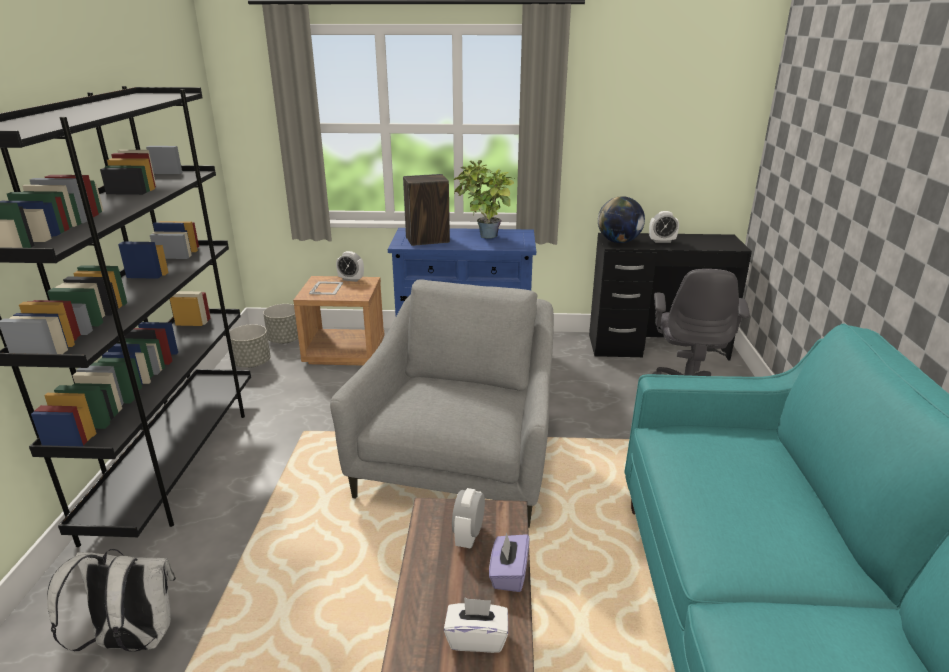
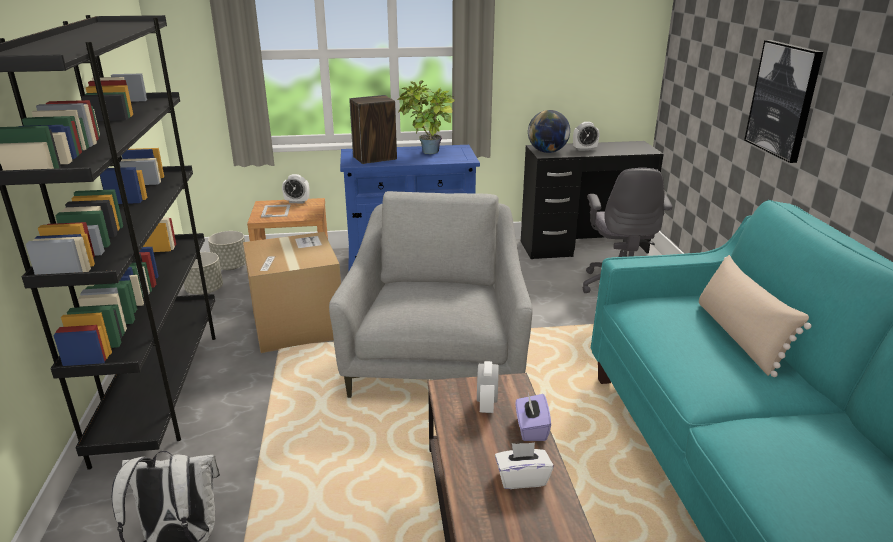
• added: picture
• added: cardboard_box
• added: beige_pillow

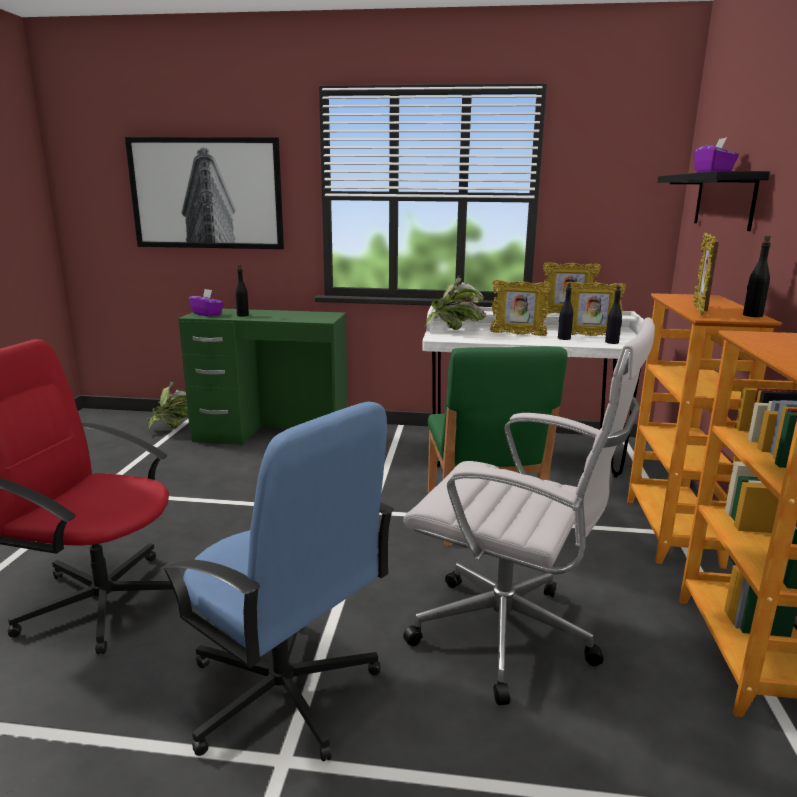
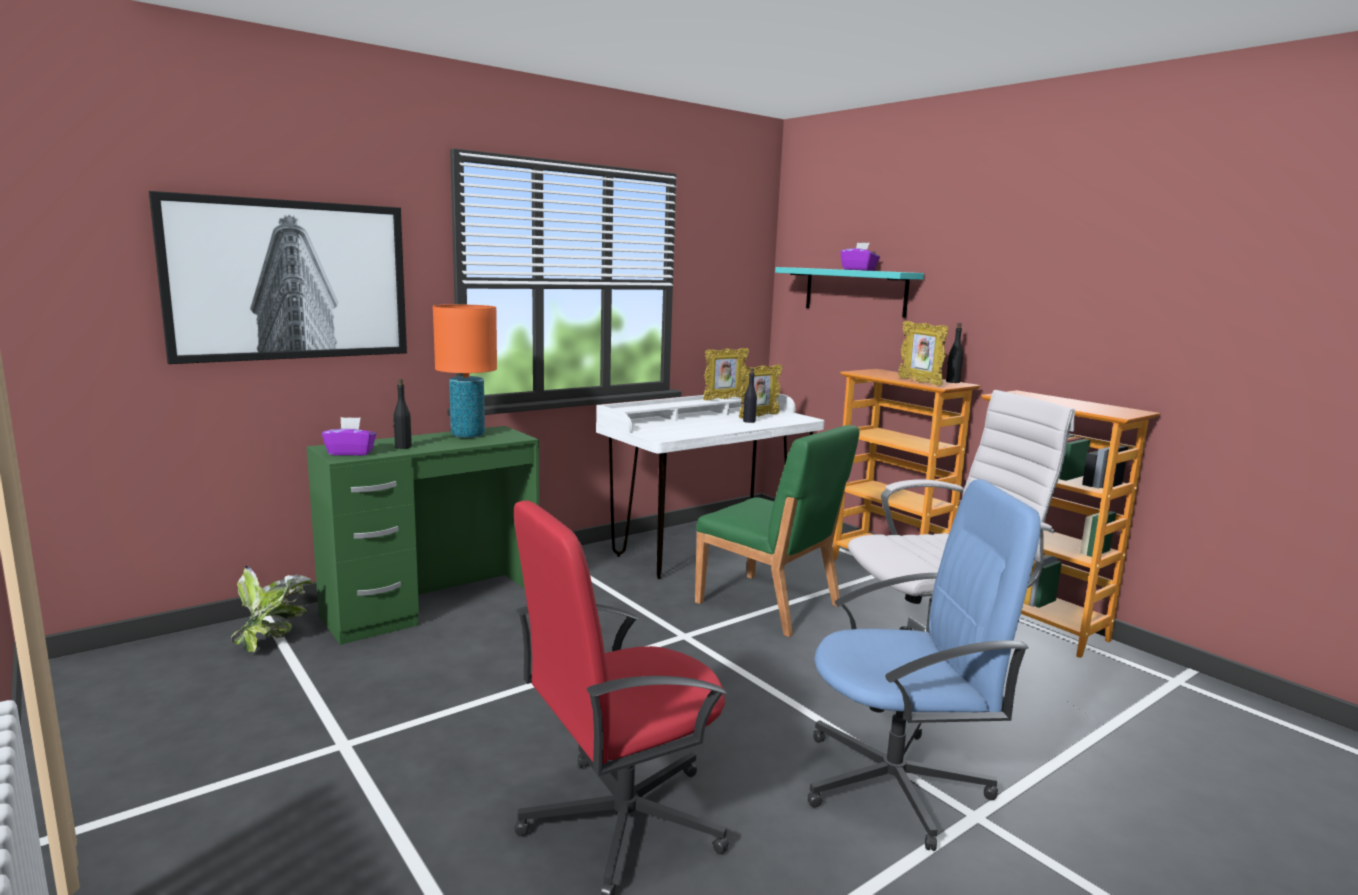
• recoloured: black_shelf to turquoise_shelf
• removed: potted_plant (2nd from left)
• removed: picture_frame (1st from left)
• removed: black_bottle (3rd from left)
• added: orange_table_lamp

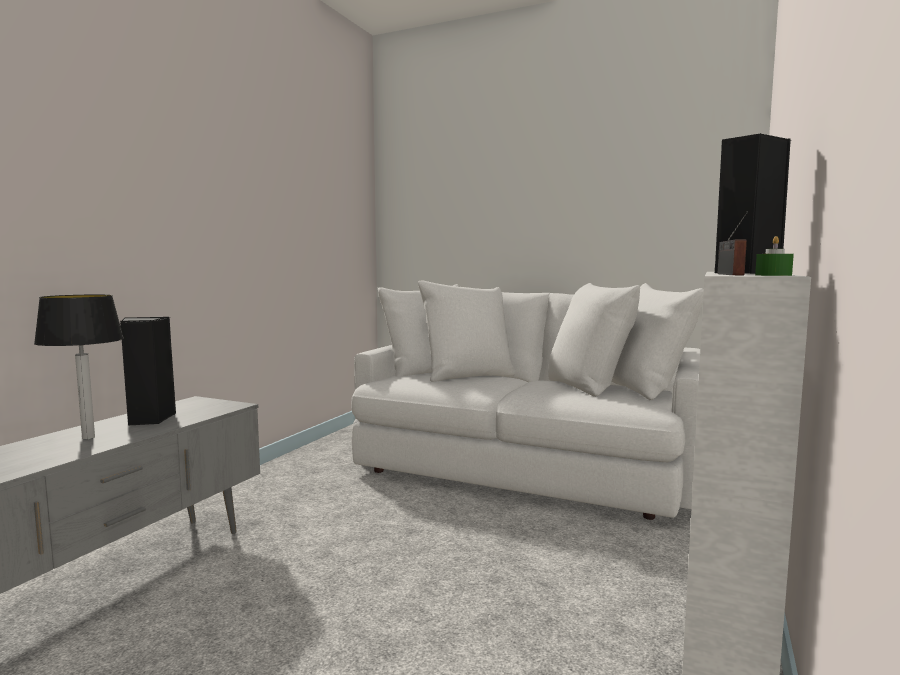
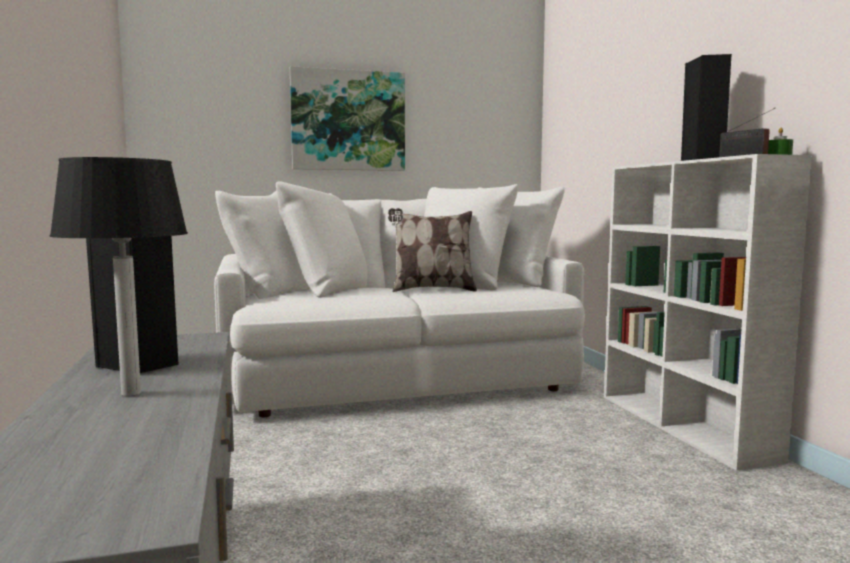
• added: picture
• added: pillow

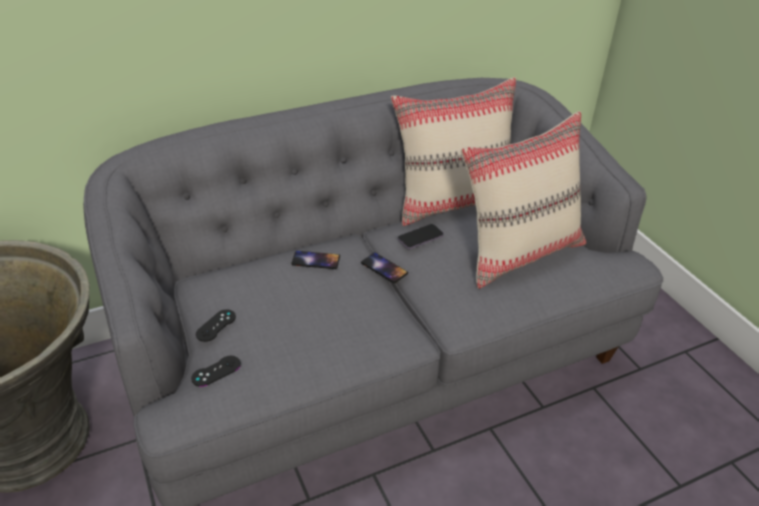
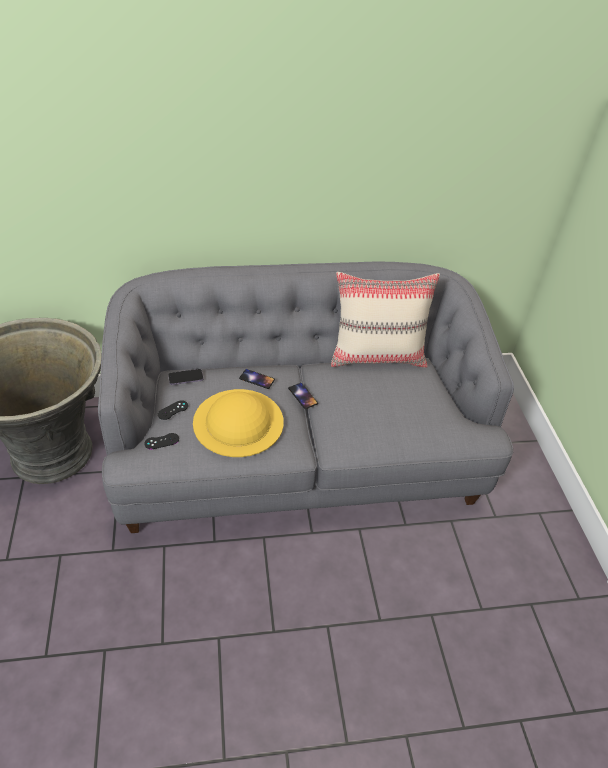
• removed: beige_pillow (2nd from left)
• moved: phone (3rd from left in the first image) to phone (1st from left)
• added: yellow_hat

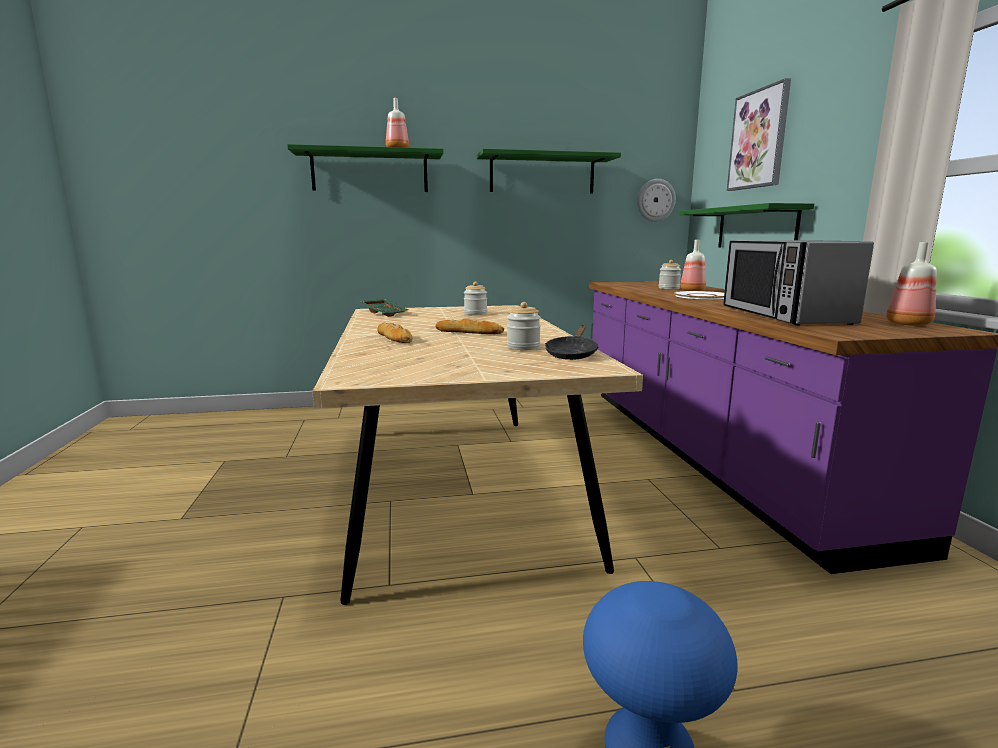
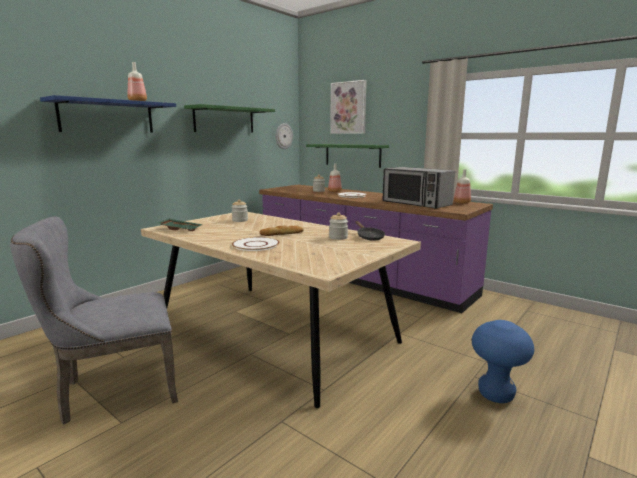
• recoloured: green_shelf (1st from left) to blue_shelf
• replaced: bread (1st from left) to white_plate (1st from left)
• added: grey_chair

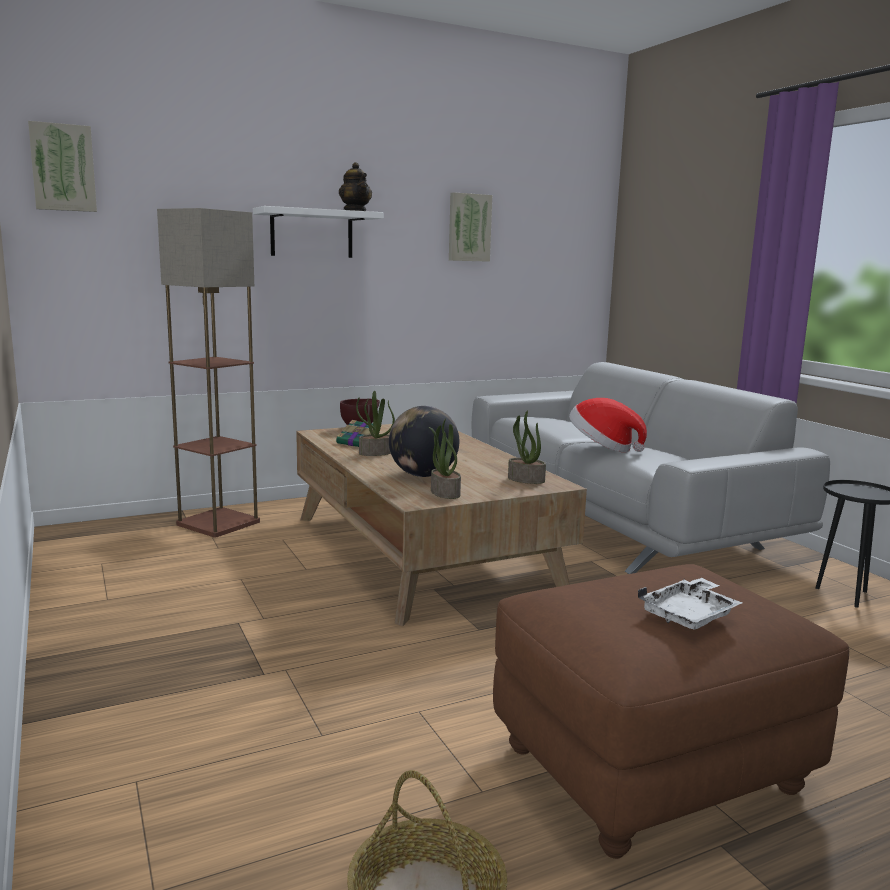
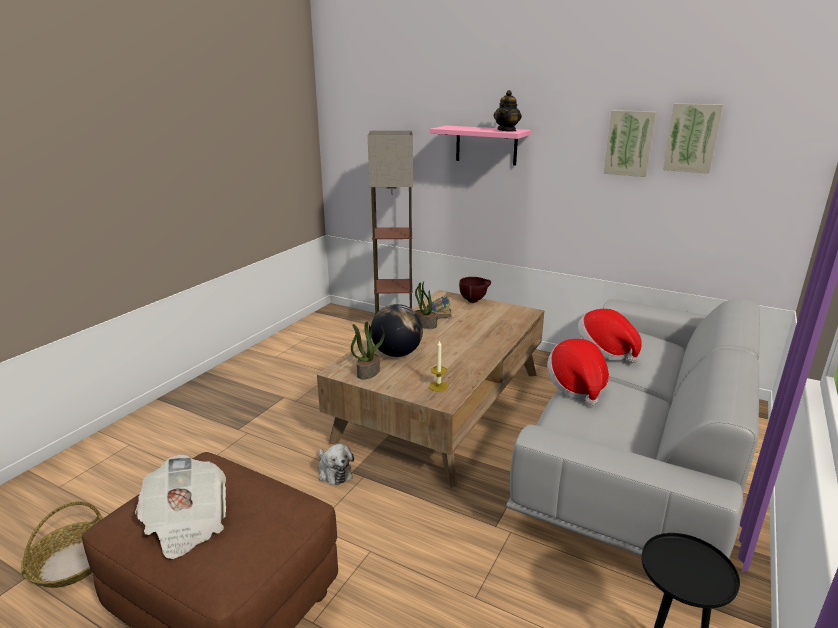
• moved: picture (1st from left in the first image) to picture (2nd from left)
• recoloured: white_shelf to pink_shelf
• replaced: potted_plant (3rd from left) to candle
• replaced: white_tray to newspaper
• added: hat (2nd from left)
• added: plush_toy

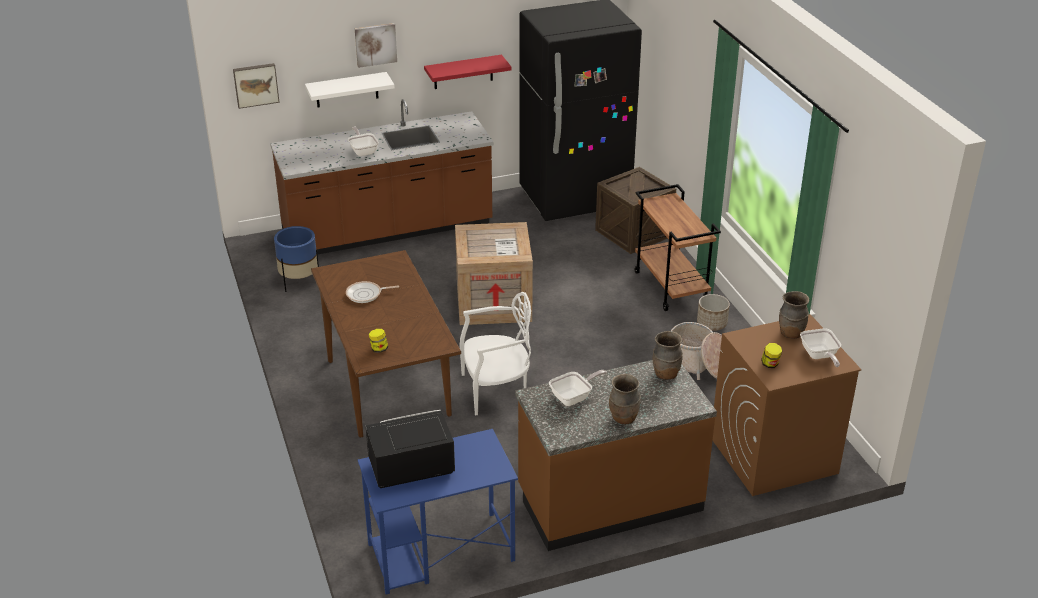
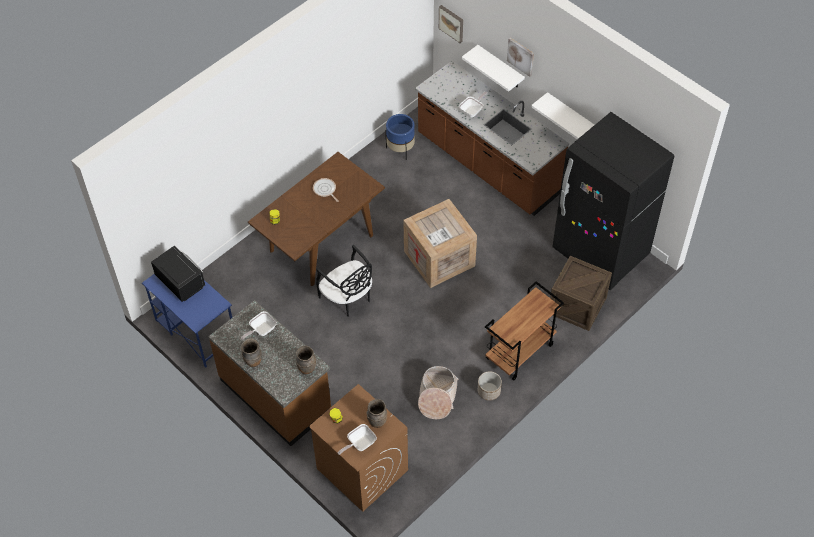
• recoloured: red_shelf to white_shelf (2nd from left)
• recoloured: white_chair to black_chair
• turned: frying_pan (3rd from left in the first image) 105 degrees clockwise

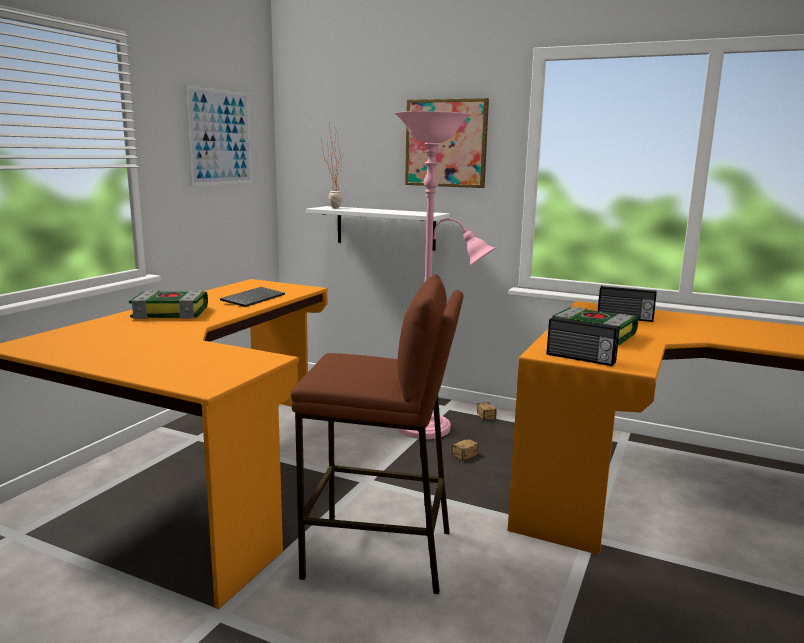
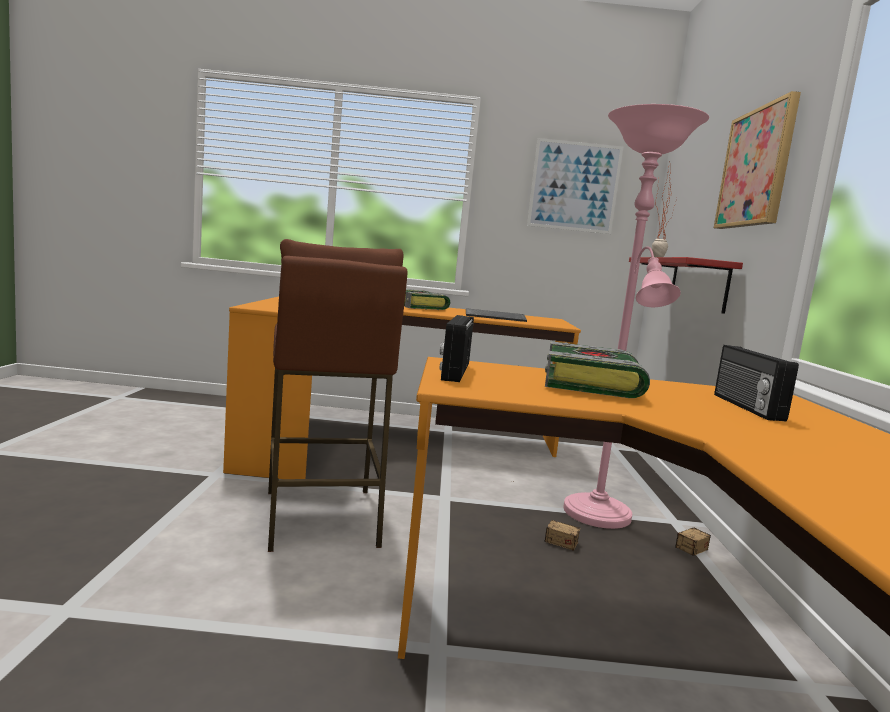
• recoloured: white_shelf to red_shelf

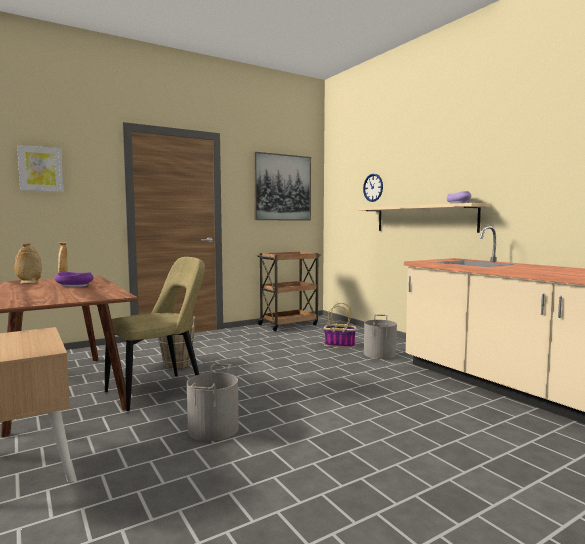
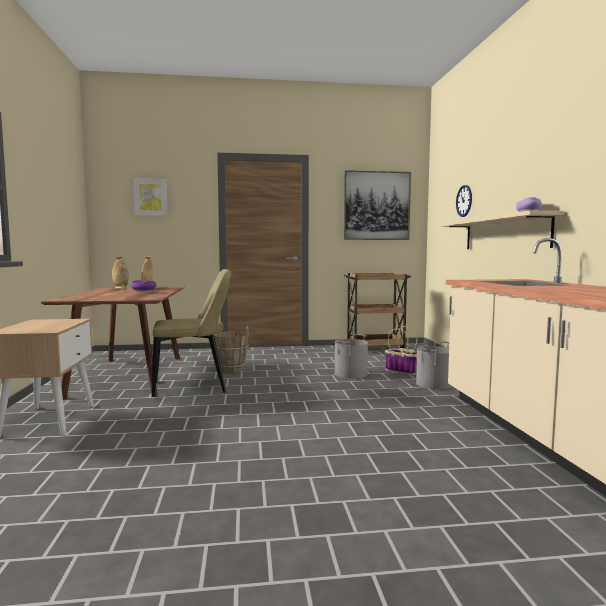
• moved: grey_bucket (1st from left)

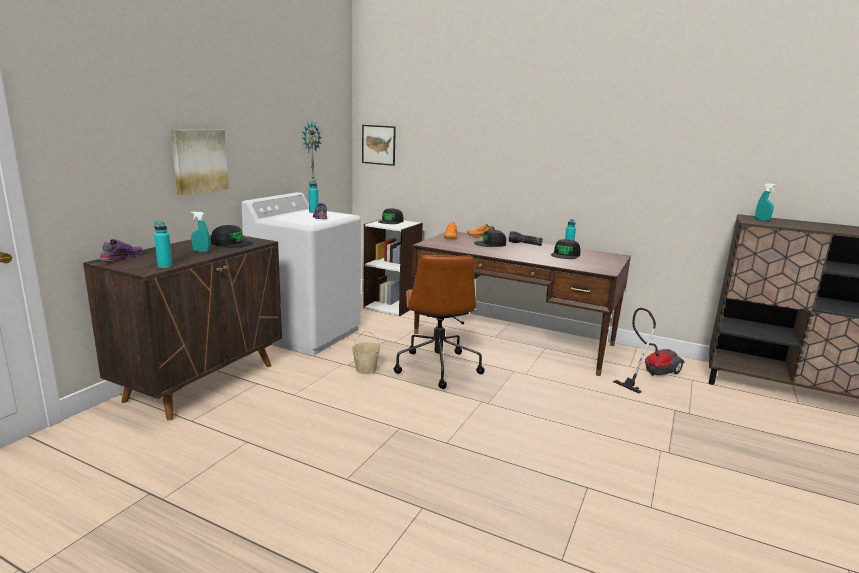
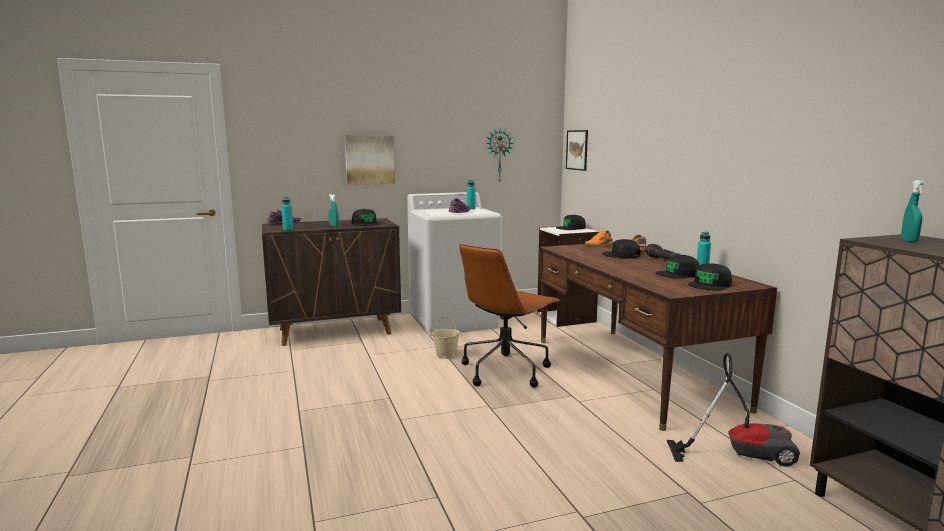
• added: black_cap (5th from left)

